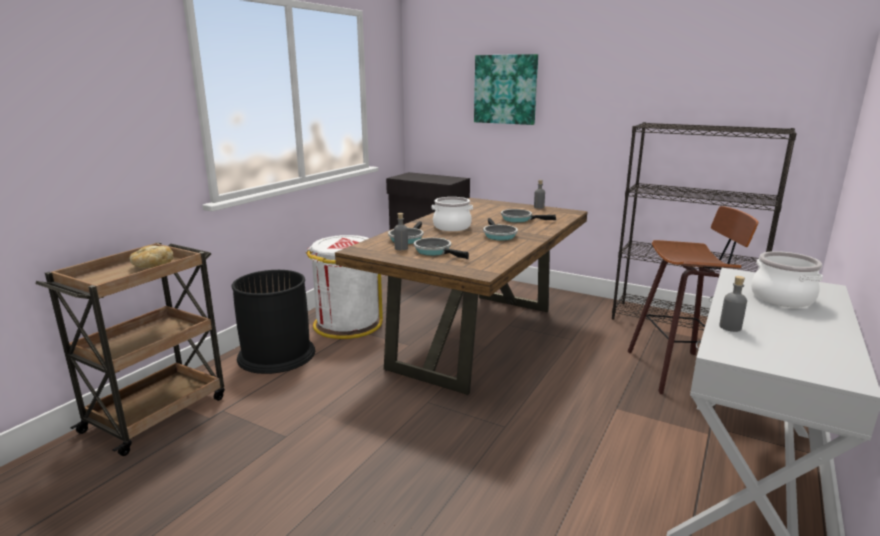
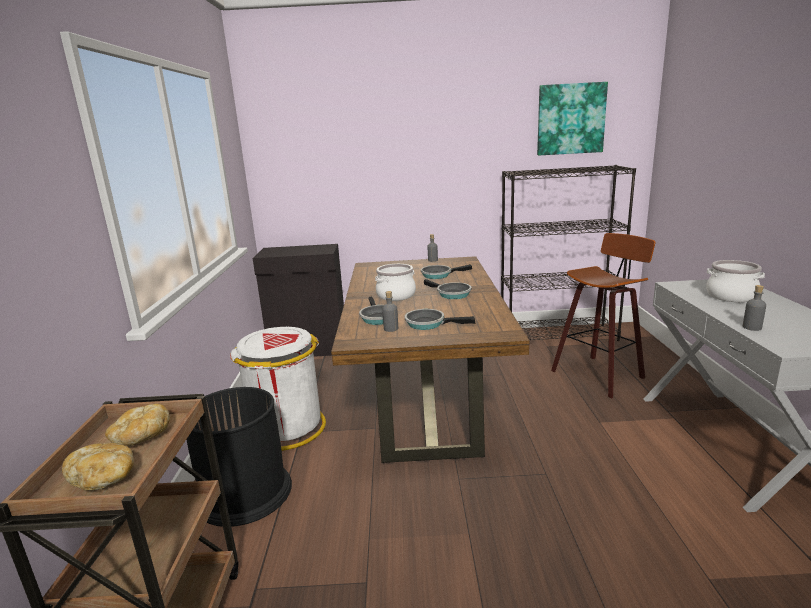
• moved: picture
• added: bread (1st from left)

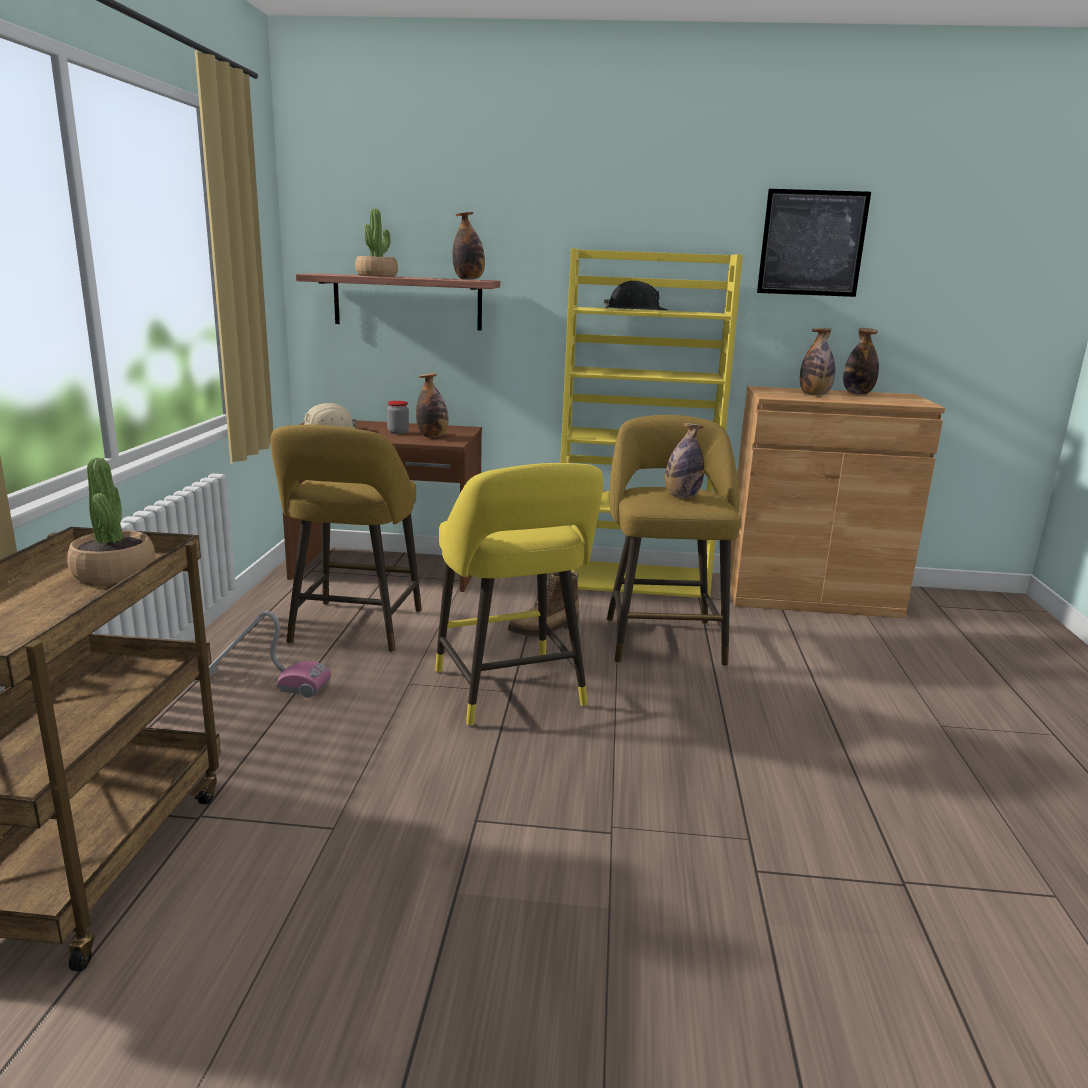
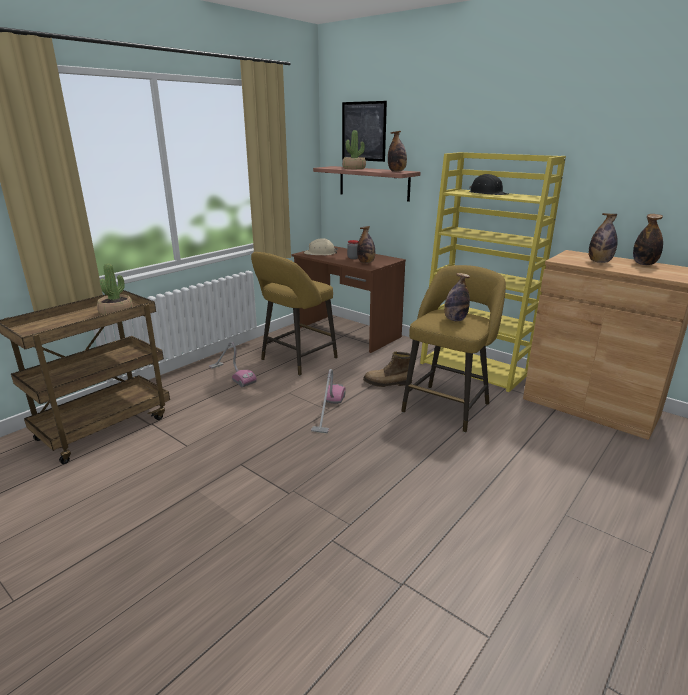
• moved: picture
• replaced: yellow_stool (2nd from left) to vacuum_cleaner (2nd from left)

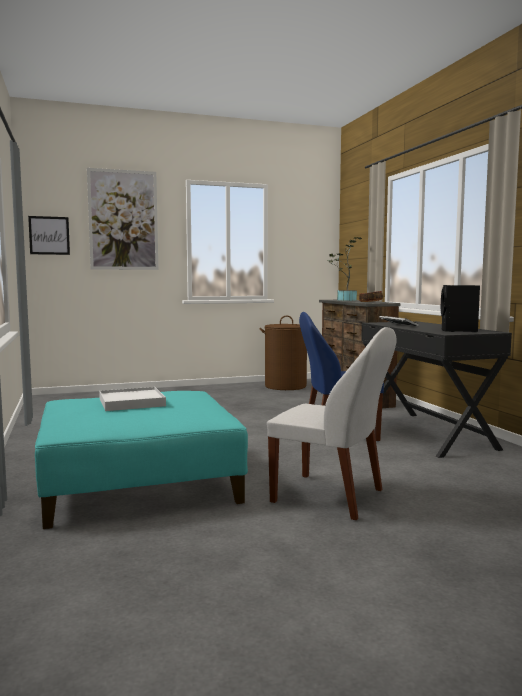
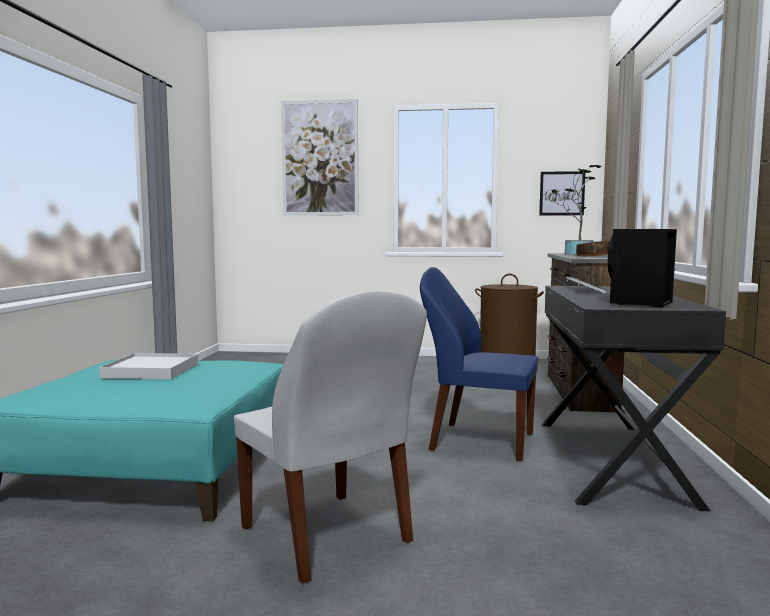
• moved: picture (1st from left in the first image) to picture (2nd from left)

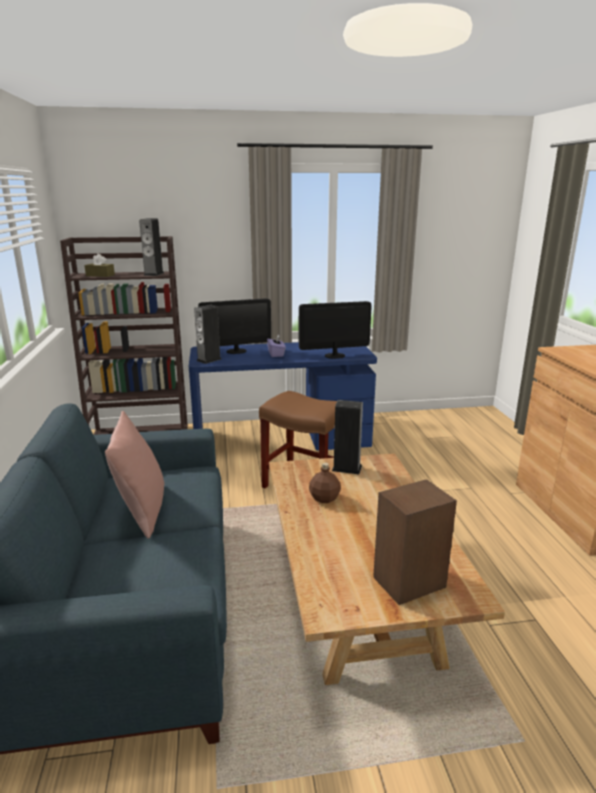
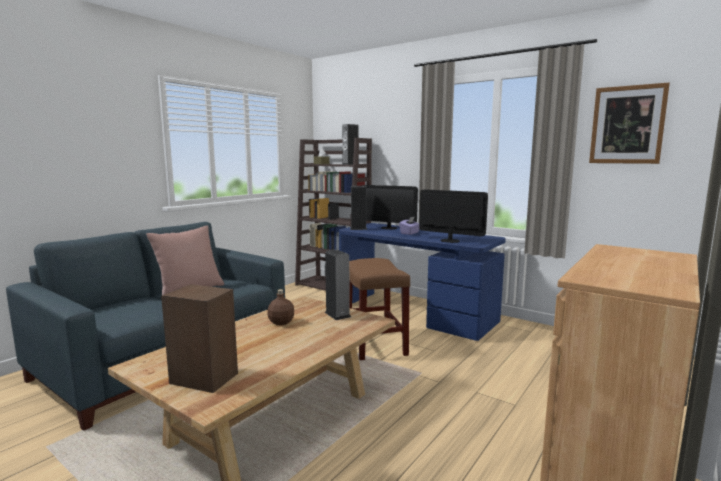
• added: picture

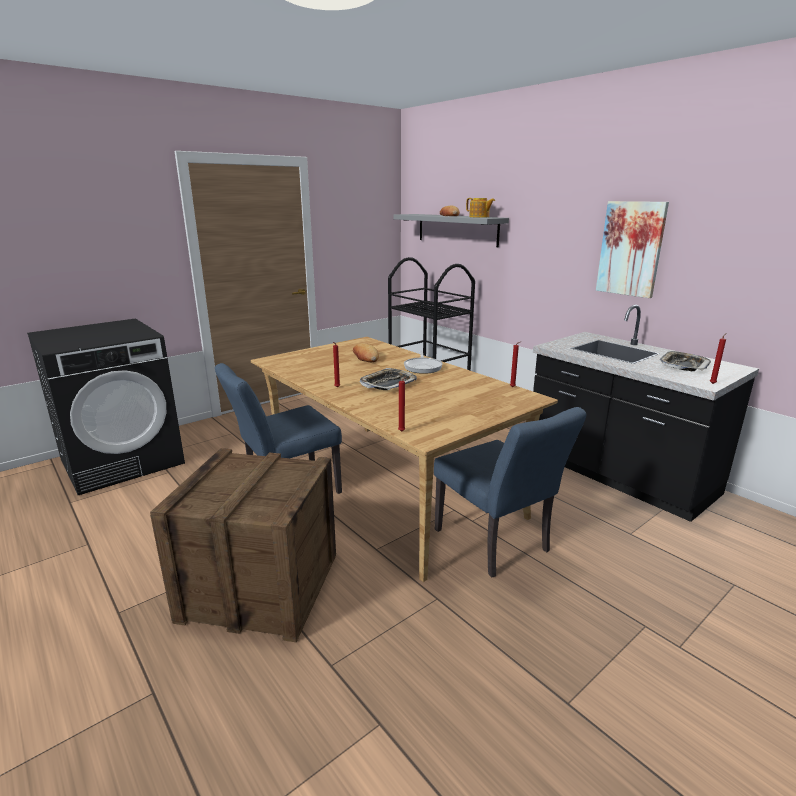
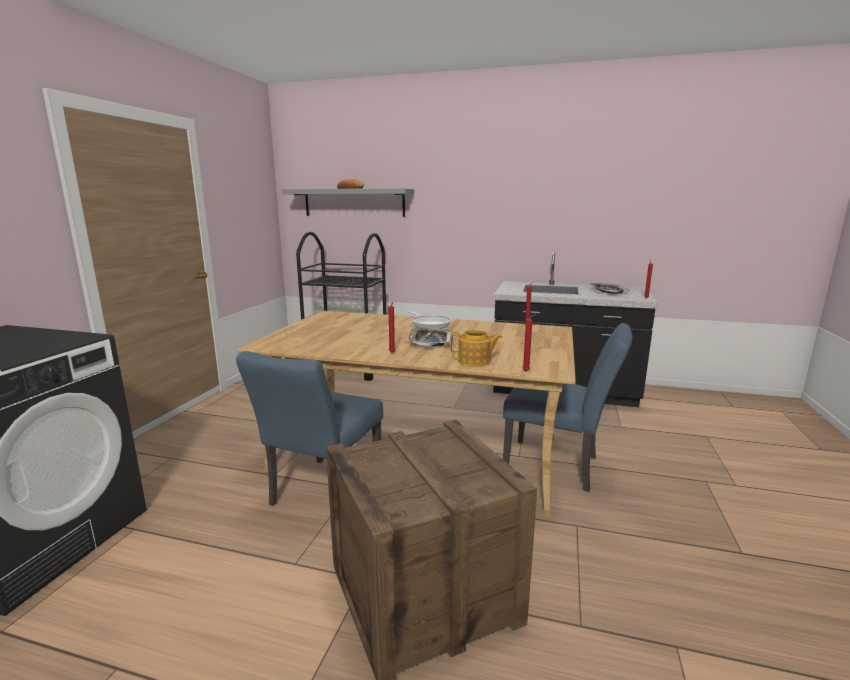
• moved: teapot
• removed: picture
• removed: bread (1st from left)

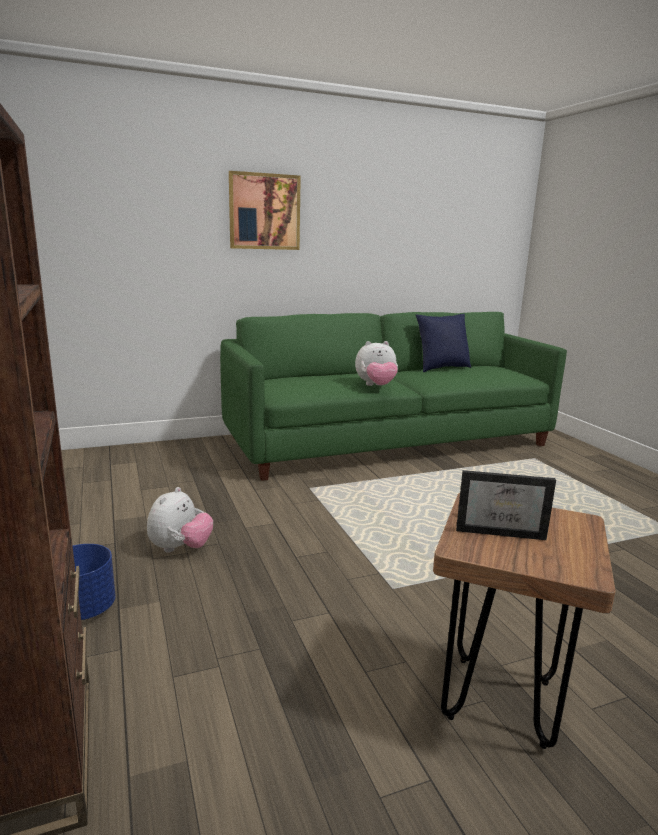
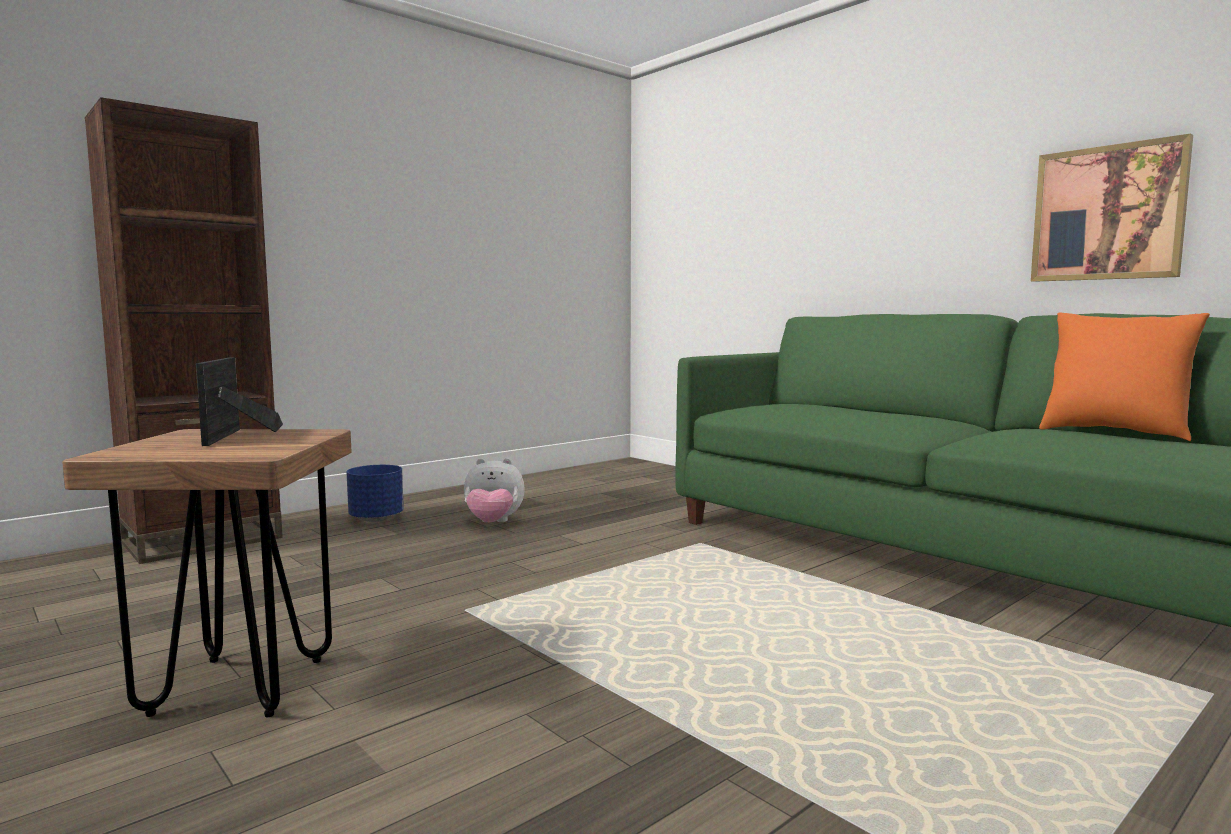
• moved: picture
• recoloured: blue_pillow to orange_pillow
• removed: plush_toy (2nd from left)

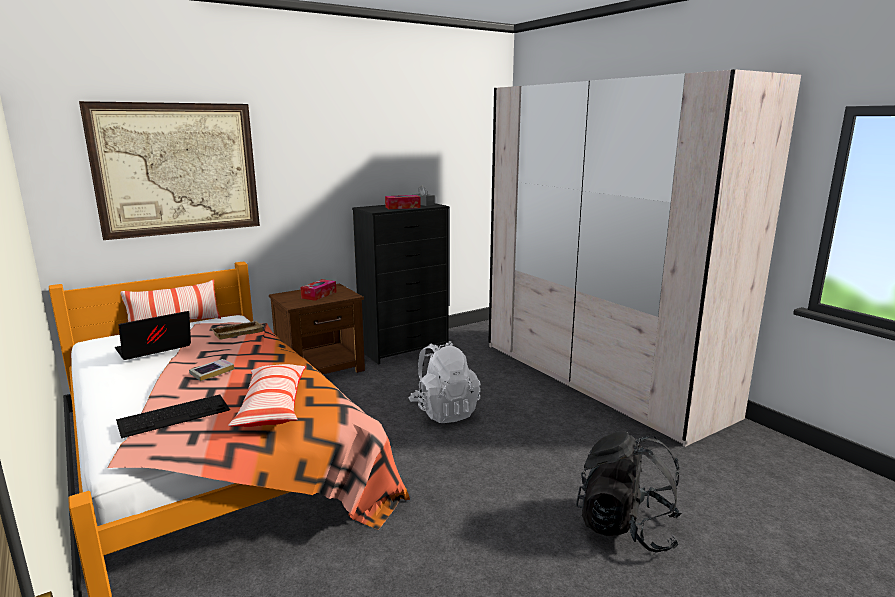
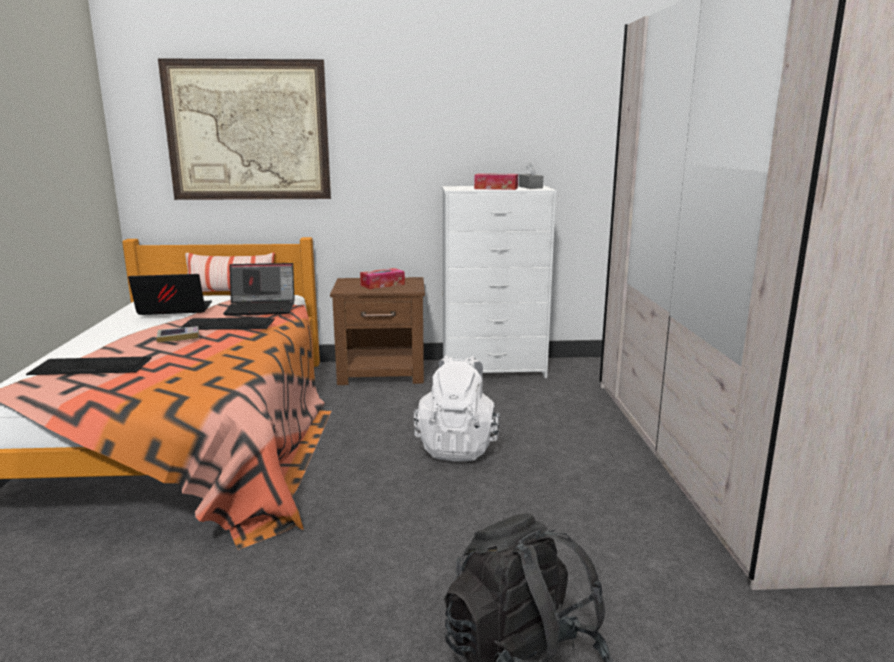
• recoloured: black_dresser to white_dresser
• replaced: beige_tray to laptop (2nd from left)
• removed: pillow (2nd from left)
• added: keyboard (2nd from left)

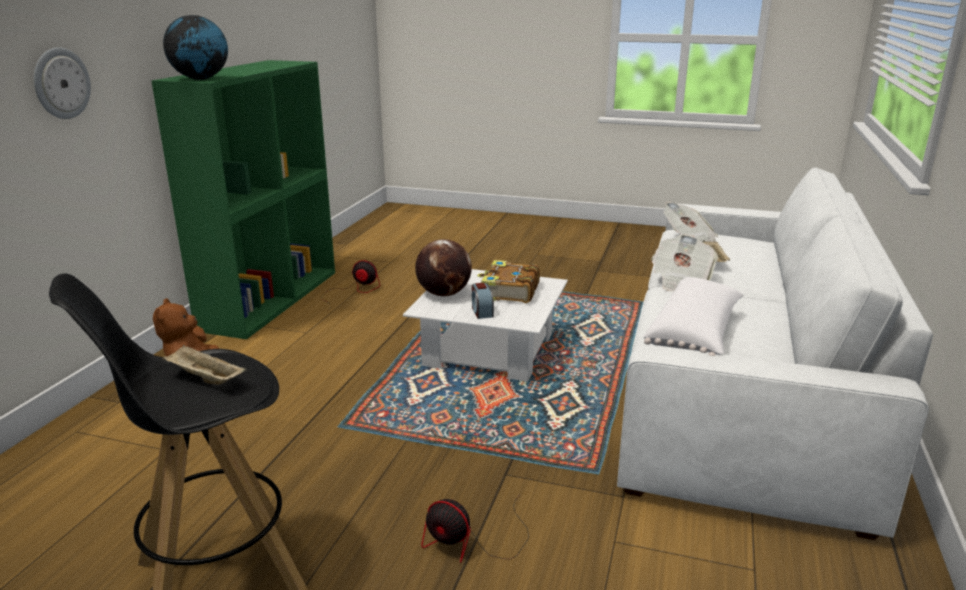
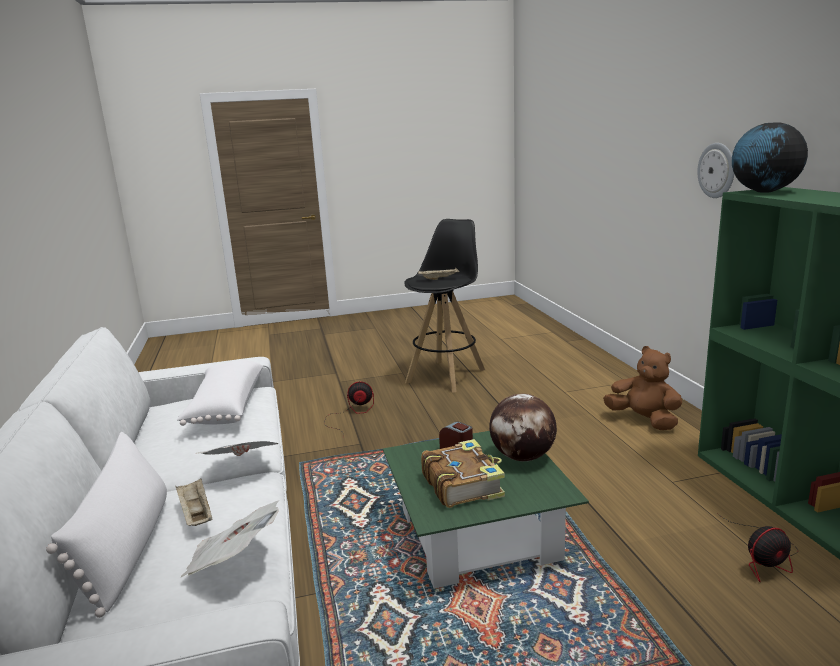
• recoloured: white_coffee_table to green_coffee_table
• added: white_pillow (1st from left)

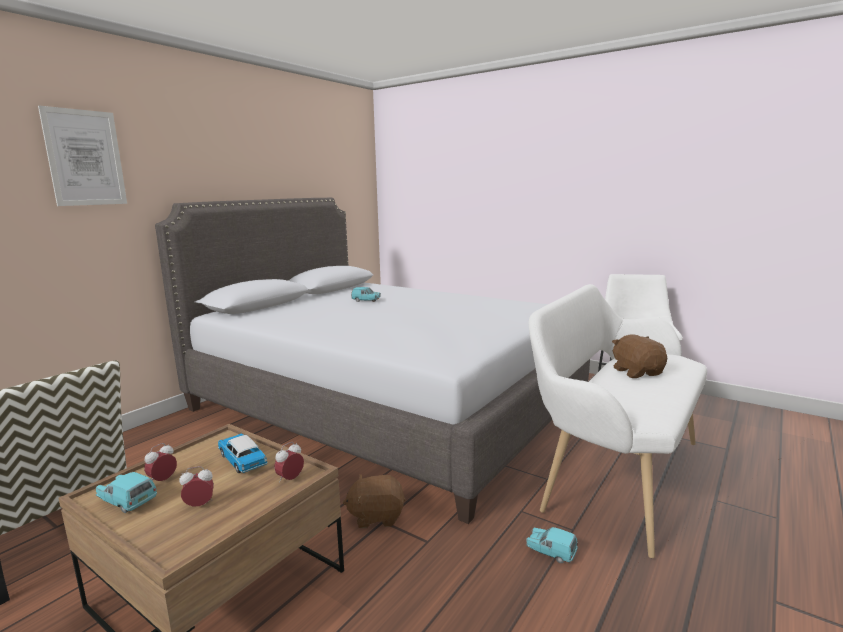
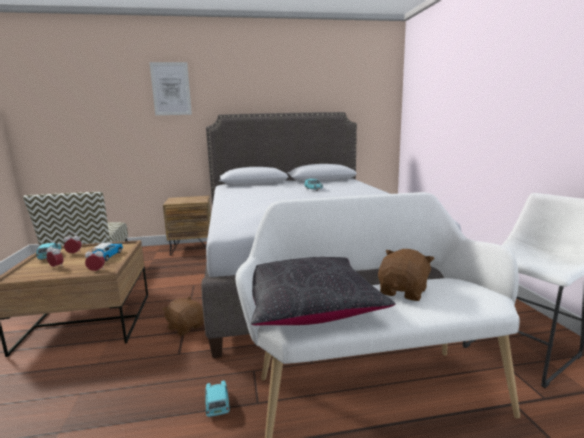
• added: brown_nightstand
• added: black_pillow

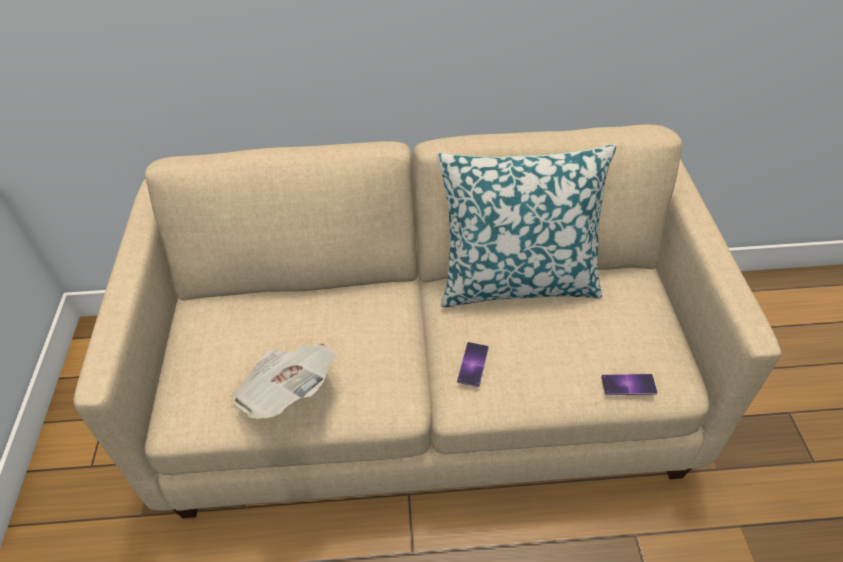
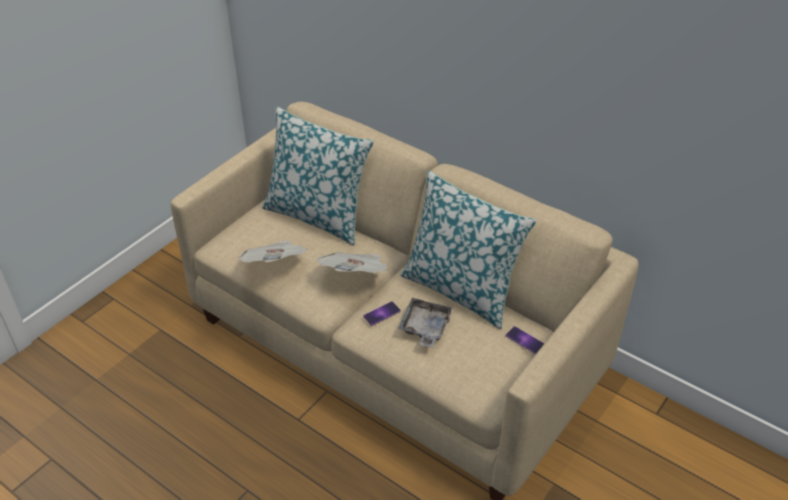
• moved: phone (2nd from left)
• added: pillow (1st from left)
• added: newspaper (2nd from left)
• added: grey_tray

